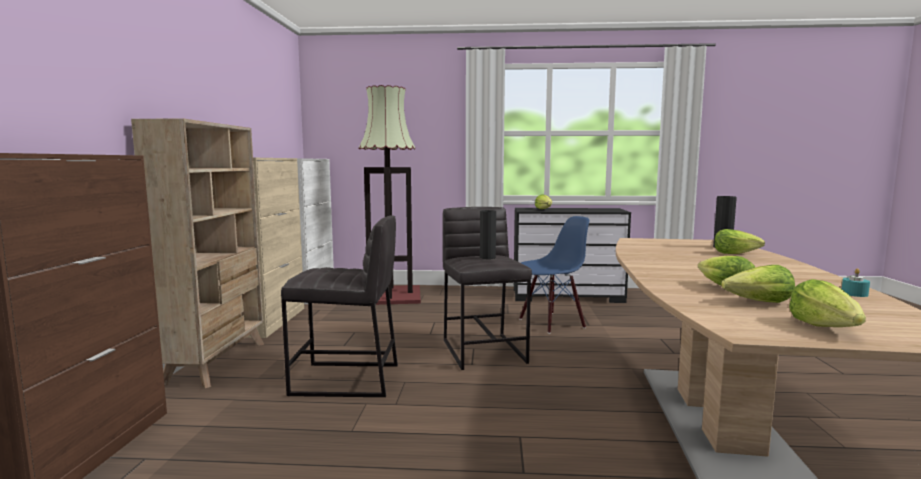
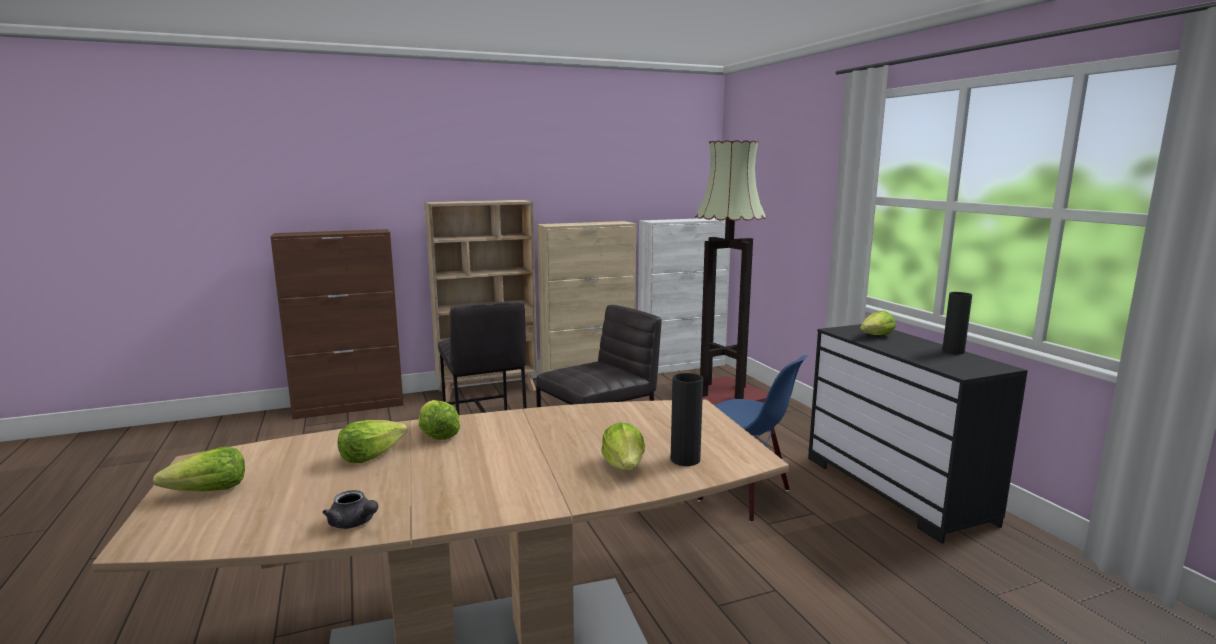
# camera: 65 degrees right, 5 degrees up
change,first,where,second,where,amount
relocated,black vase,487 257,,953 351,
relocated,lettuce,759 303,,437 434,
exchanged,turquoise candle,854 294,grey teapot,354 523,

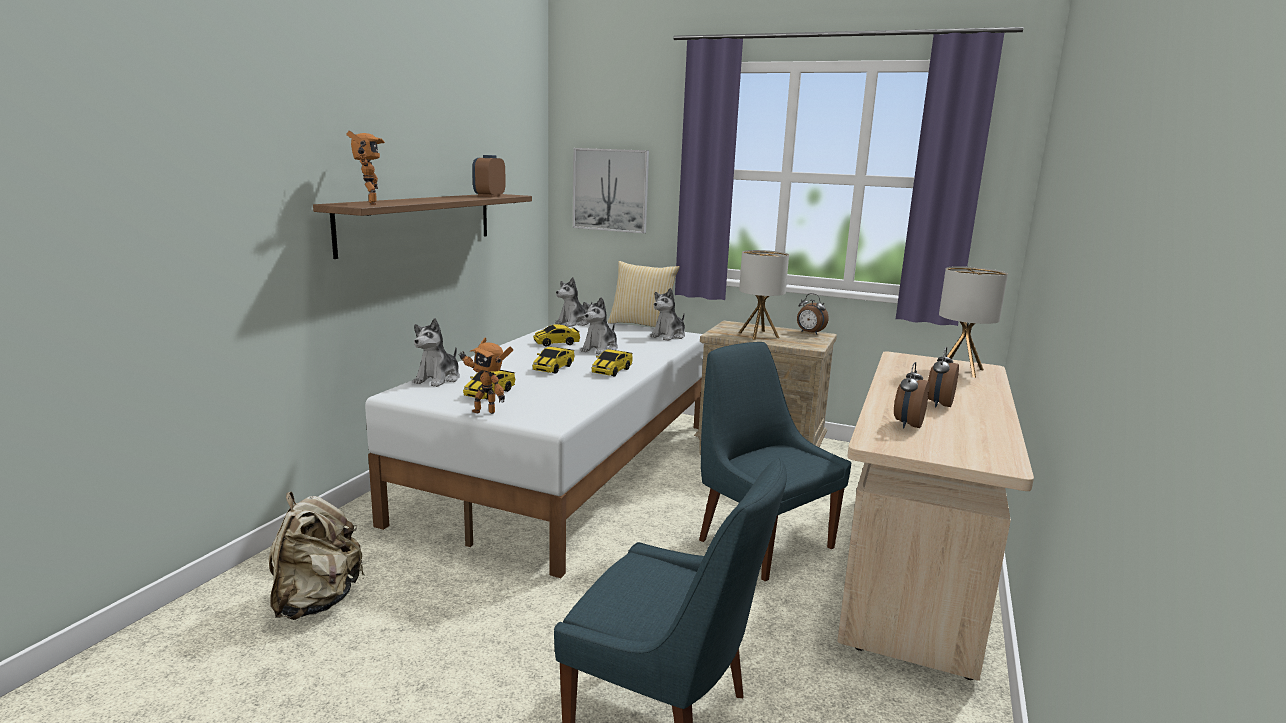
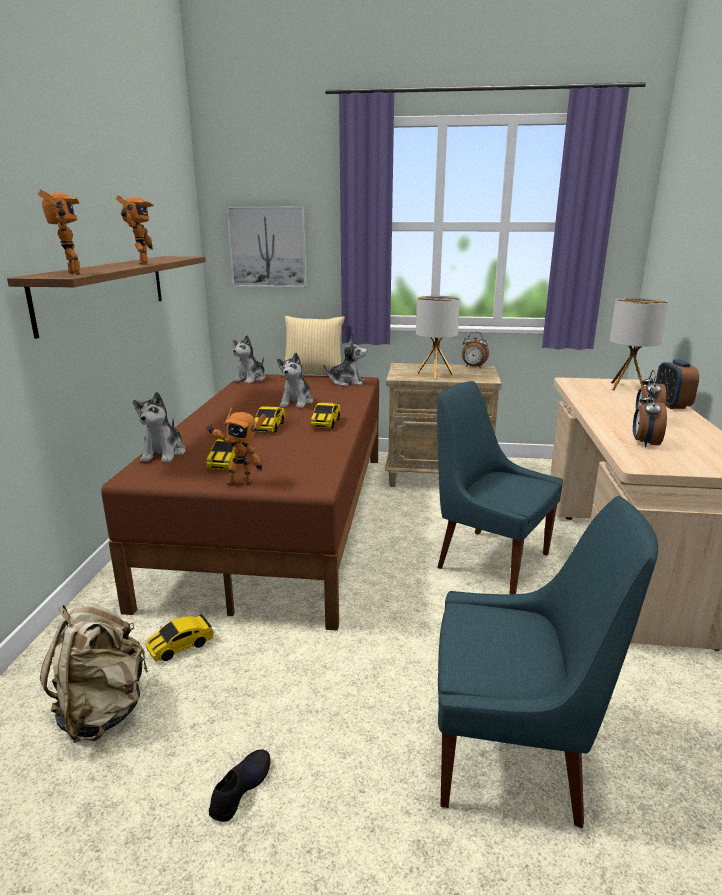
# camera: 15 degrees left, 5 degrees up
change,first,where,second,where,amount
appeared,,,toy robot,140 264,
appeared,,,black shoe,240 788,
relocated,alarm clock,489 196,,671 405,
relocated,toy car,556 343,,180 646,
colour,white bed,568 468,brown bed,282 519,
spun,plush toy,669 336,,347 382,105 degrees counterclockwise

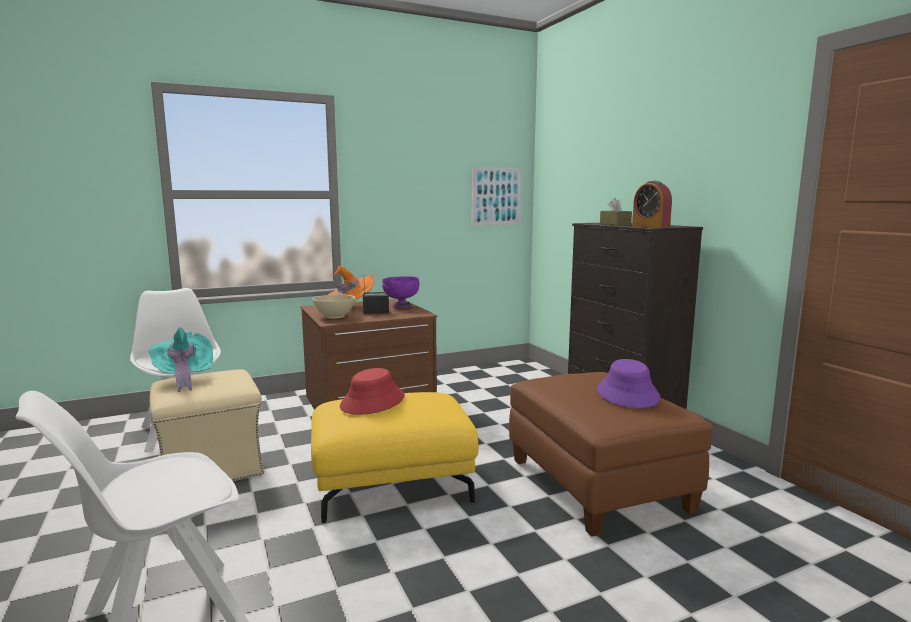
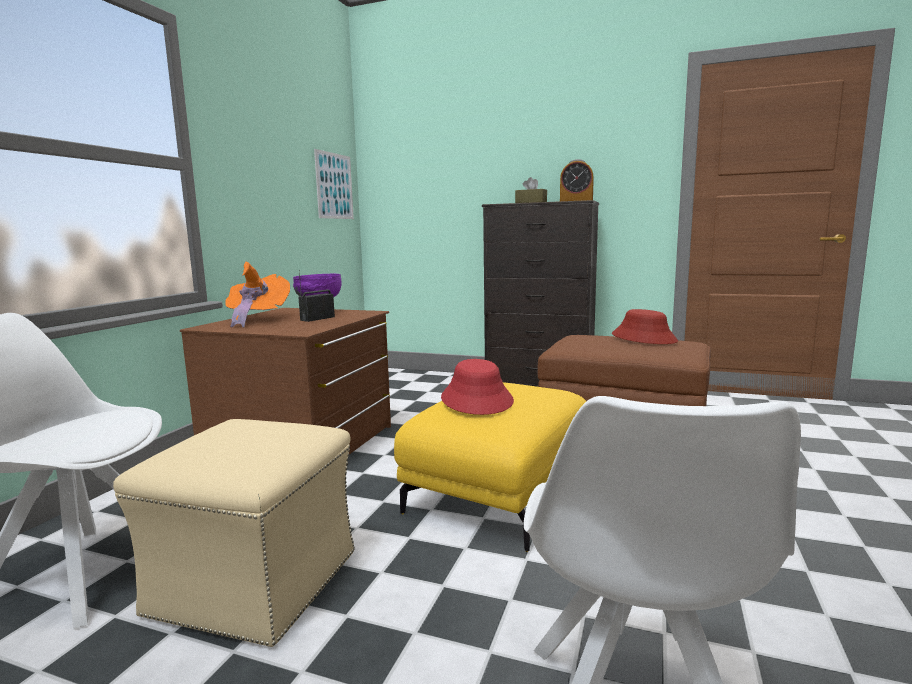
# camera: 45 degrees left, 0 degrees up
change,first,where,second,where,amount
missing,turquoise hat,184 378,,,
missing,beige bowl,334 316,,,
colour,purple hat,628 394,red hat,644 338,

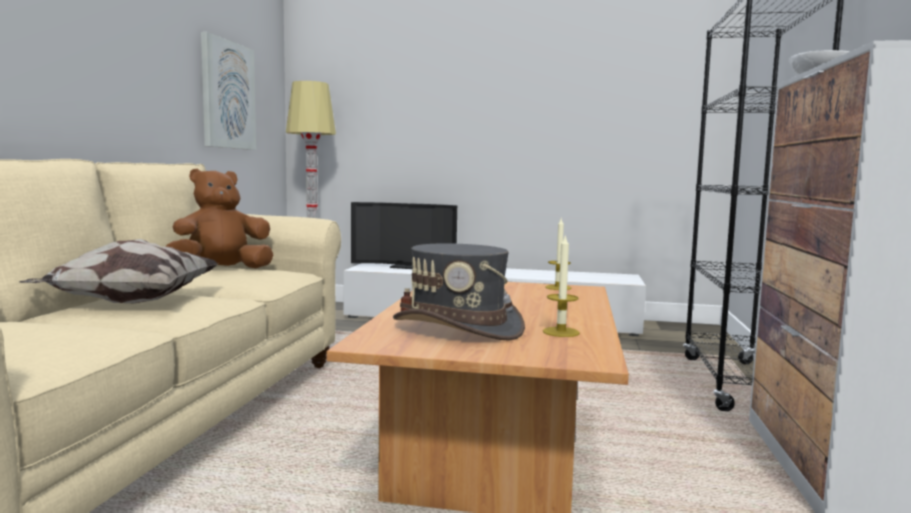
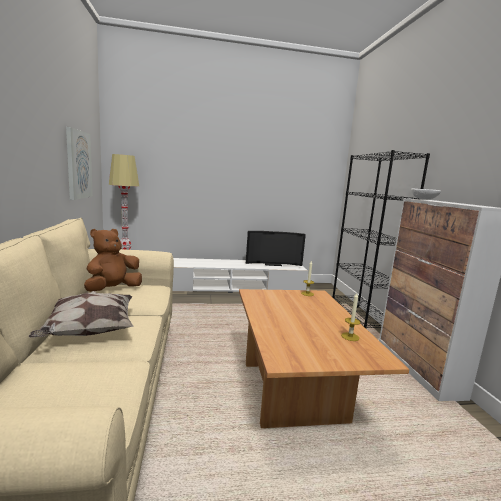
# camera: 20 degrees left, 5 degrees up
change,first,where,second,where,amount
missing,grey hat,458 328,,,
relocated,television,407 267,,272 264,

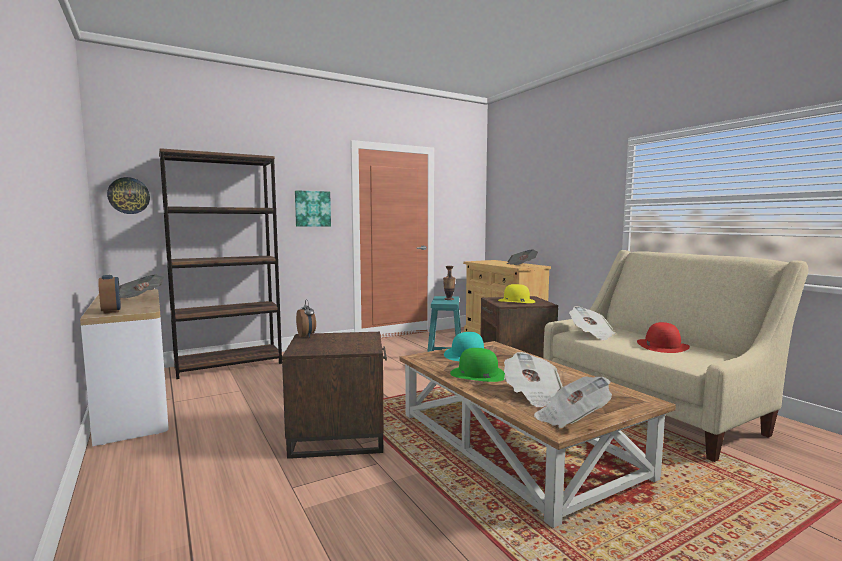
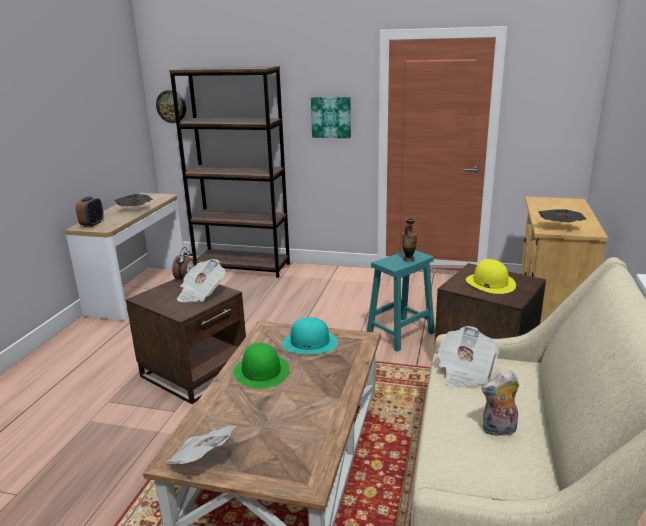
# camera: 45 degrees right, 15 degrees up
change,first,where,second,where,amount
relocated,newspaper,532 395,,201 293,
exchanged,red hat,662 346,plush toy,499 430,

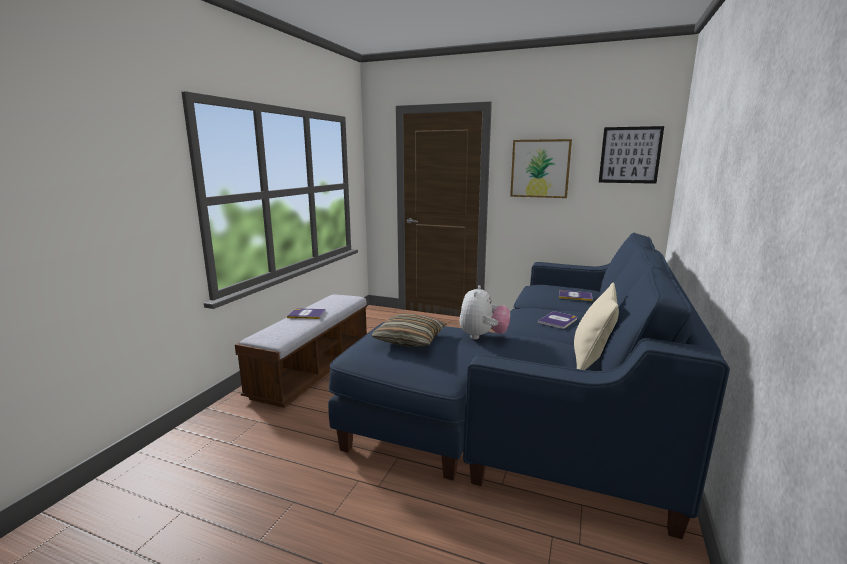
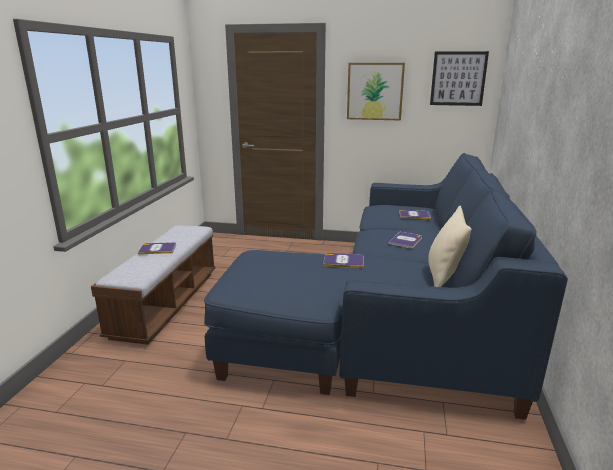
# camera: 10 degrees left, 5 degrees up
change,first,where,second,where,amount
missing,pillow,410 339,,,
exchanged,plush toy,482 336,book,344 261,

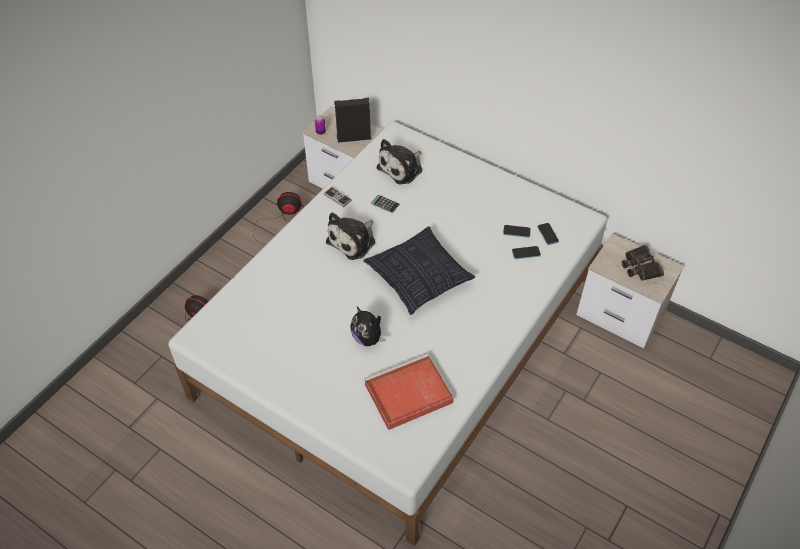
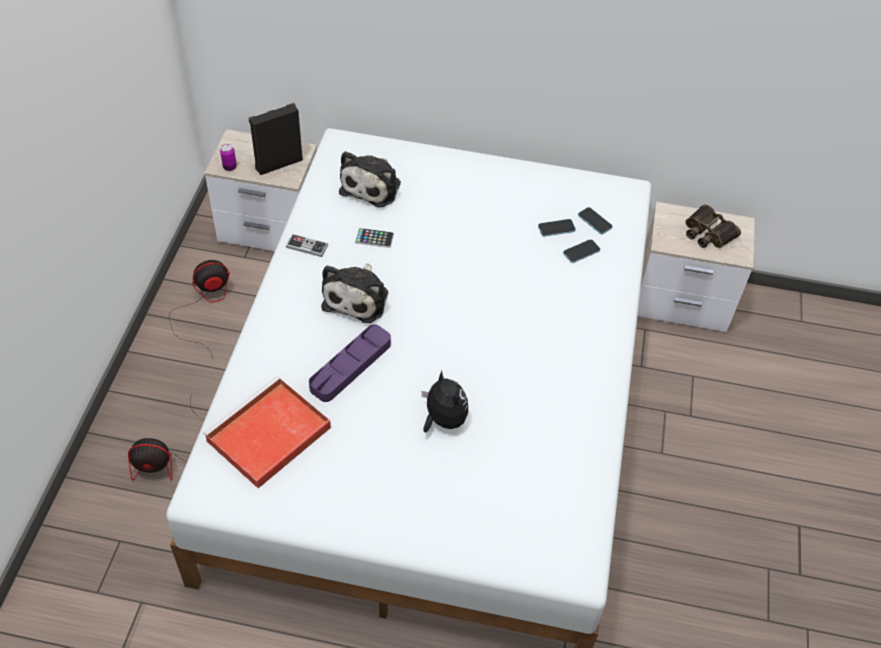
# camera: 25 degrees left, 0 degrees up
change,first,where,second,where,amount
missing,pillow,419 278,,,
appeared,,,purple tray,350 366,
relocated,red tray,407 394,,267 436,
spun,plush toy,368 338,,443 420,150 degrees counterclockwise

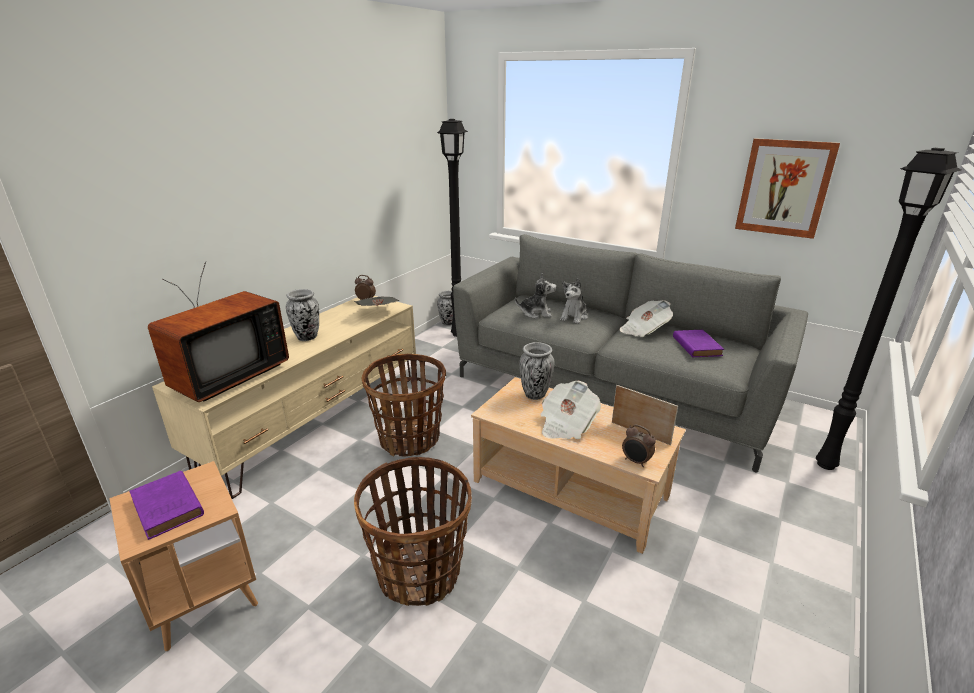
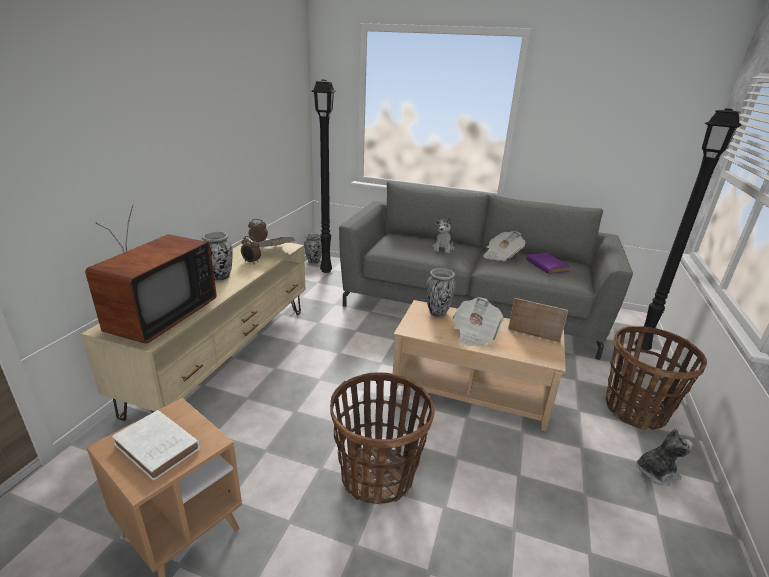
# camera: 15 degrees left, 0 degrees up
change,first,where,second,where,amount
missing,picture,784 188,,,
relocated,basket,409 439,,635 410,
relocated,plush toy,536 313,,655 472,
relocated,alarm clock,636 461,,251 262,
colour,purple book,168 508,white book,158 448,

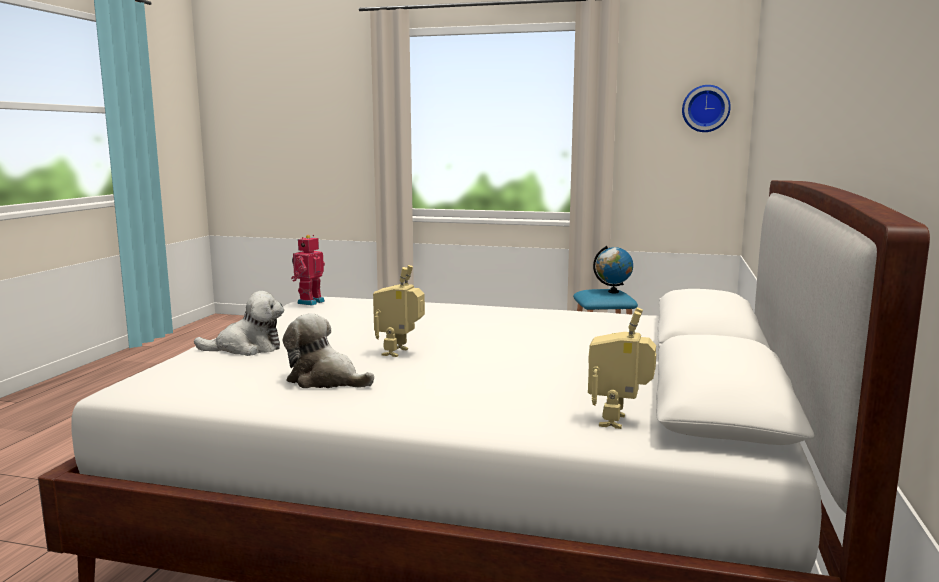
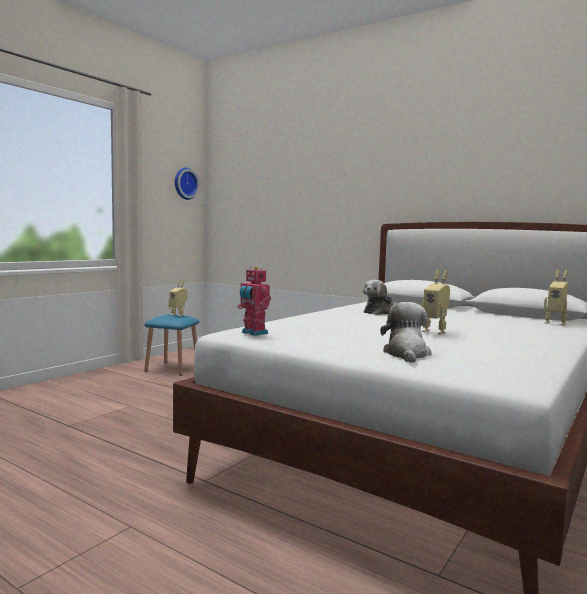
# camera: 70 degrees left, 5 degrees down
change,first,where,second,where,amount
relocated,plush toy,325 380,,379 312,
exchanged,globe,613 292,toy robot,178 315,

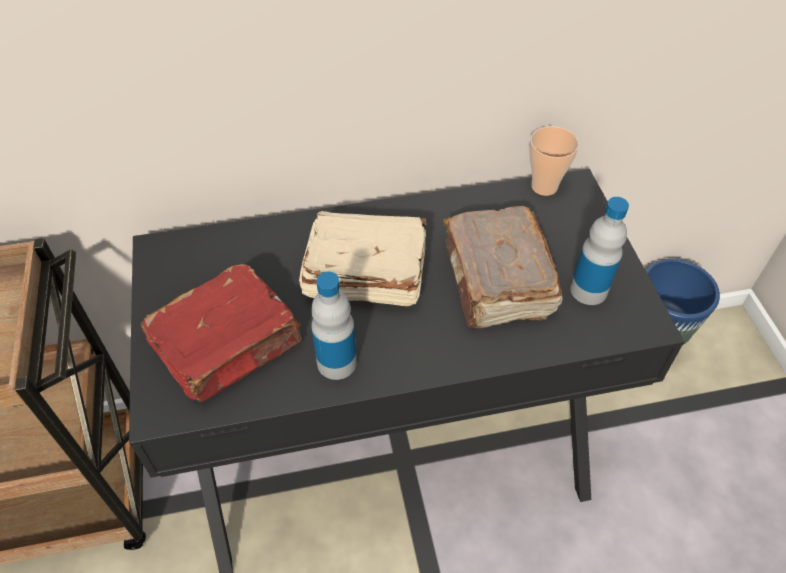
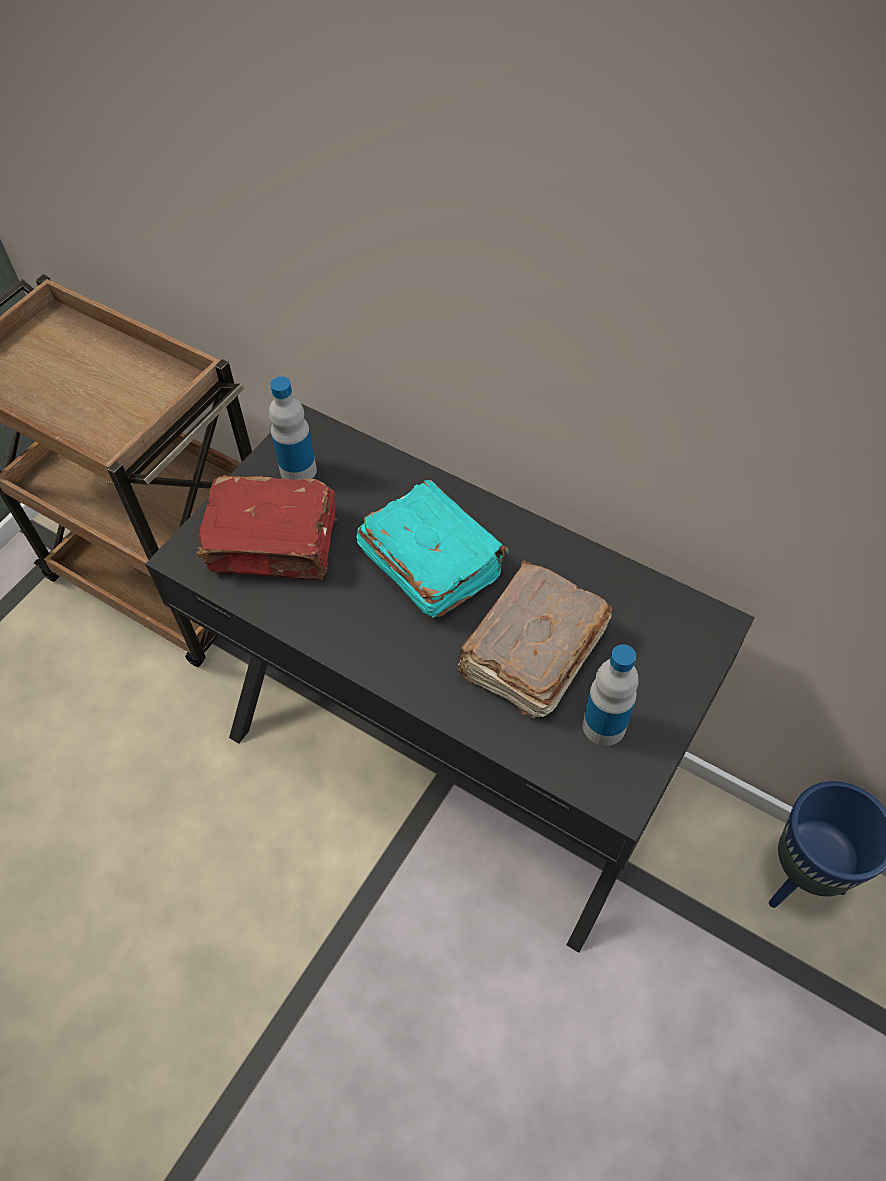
# camera: 45 degrees right, 5 degrees up
change,first,where,second,where,amount
missing,cup,544 186,,,
relocated,bottle,336 362,,298 470,
colour,beige book,363 273,turquoise book,431 561,

